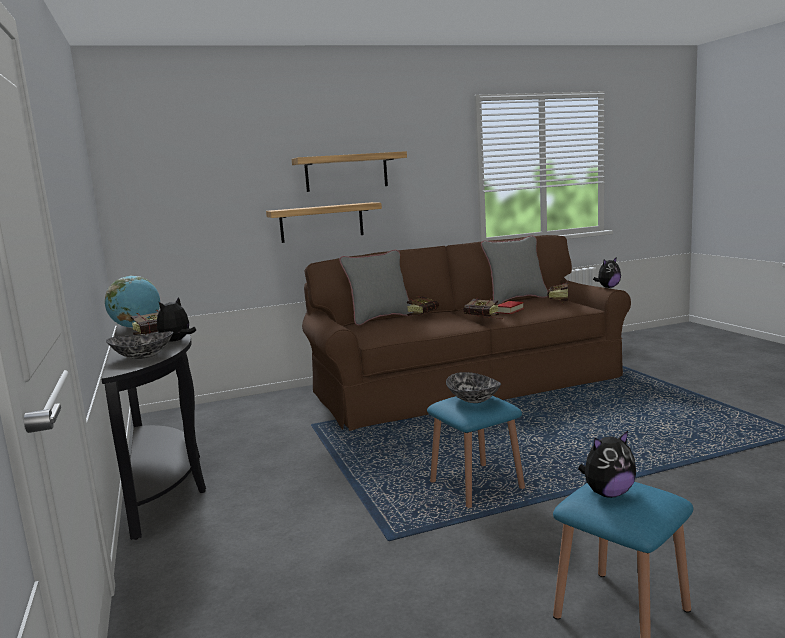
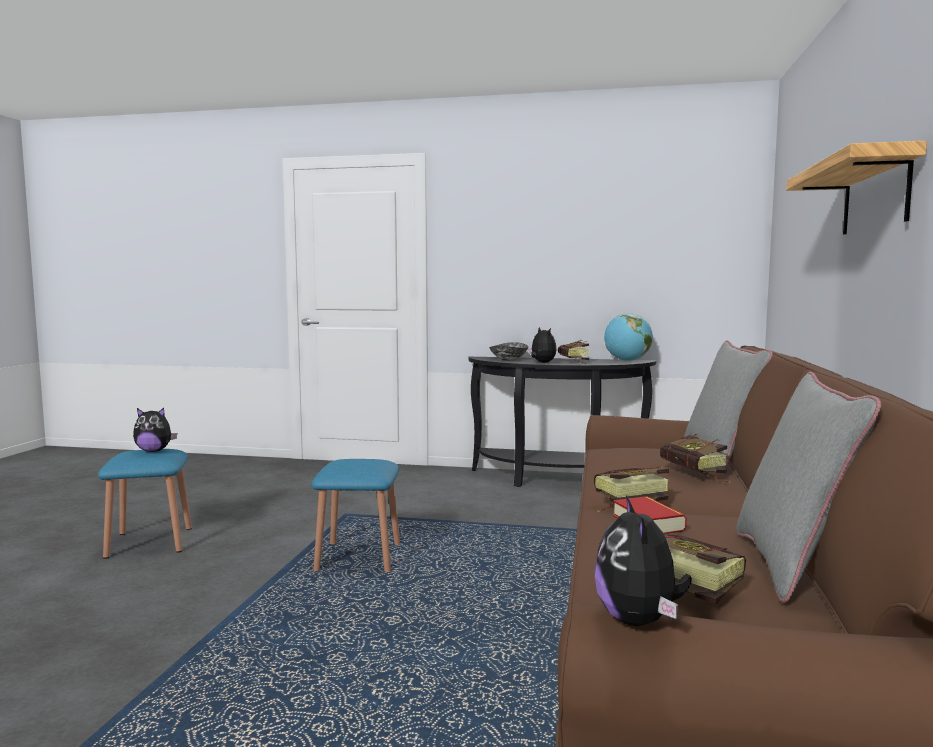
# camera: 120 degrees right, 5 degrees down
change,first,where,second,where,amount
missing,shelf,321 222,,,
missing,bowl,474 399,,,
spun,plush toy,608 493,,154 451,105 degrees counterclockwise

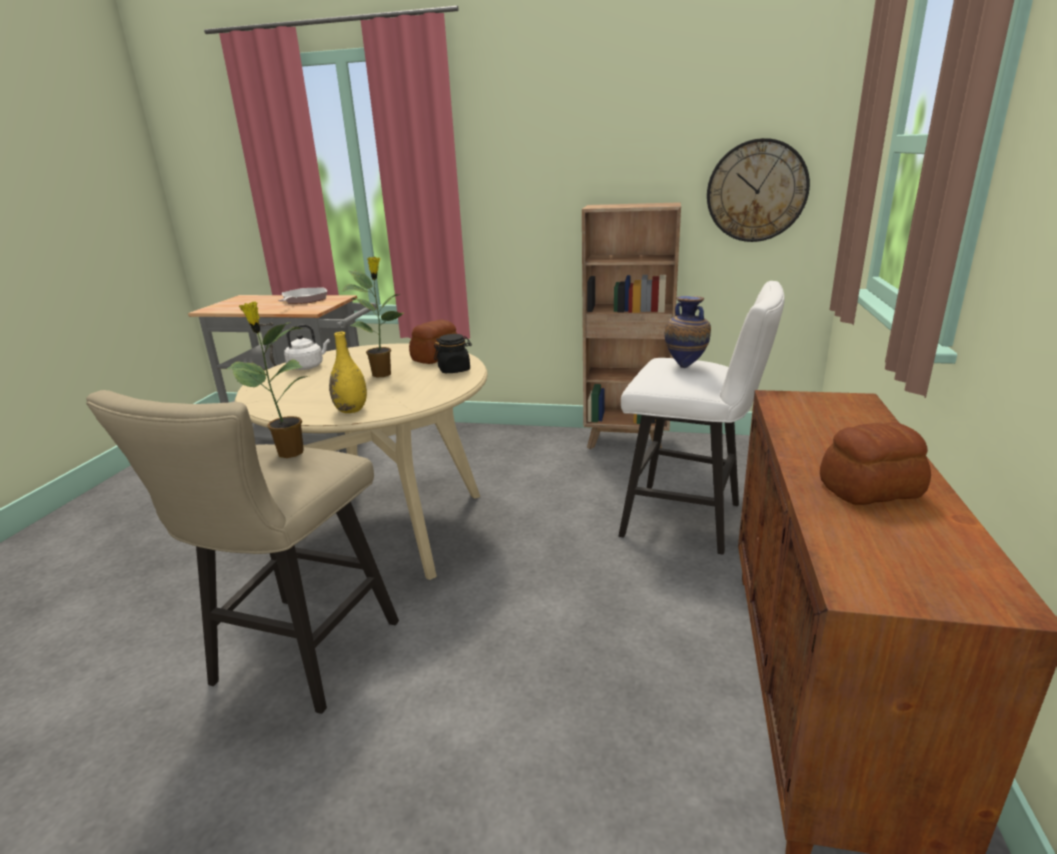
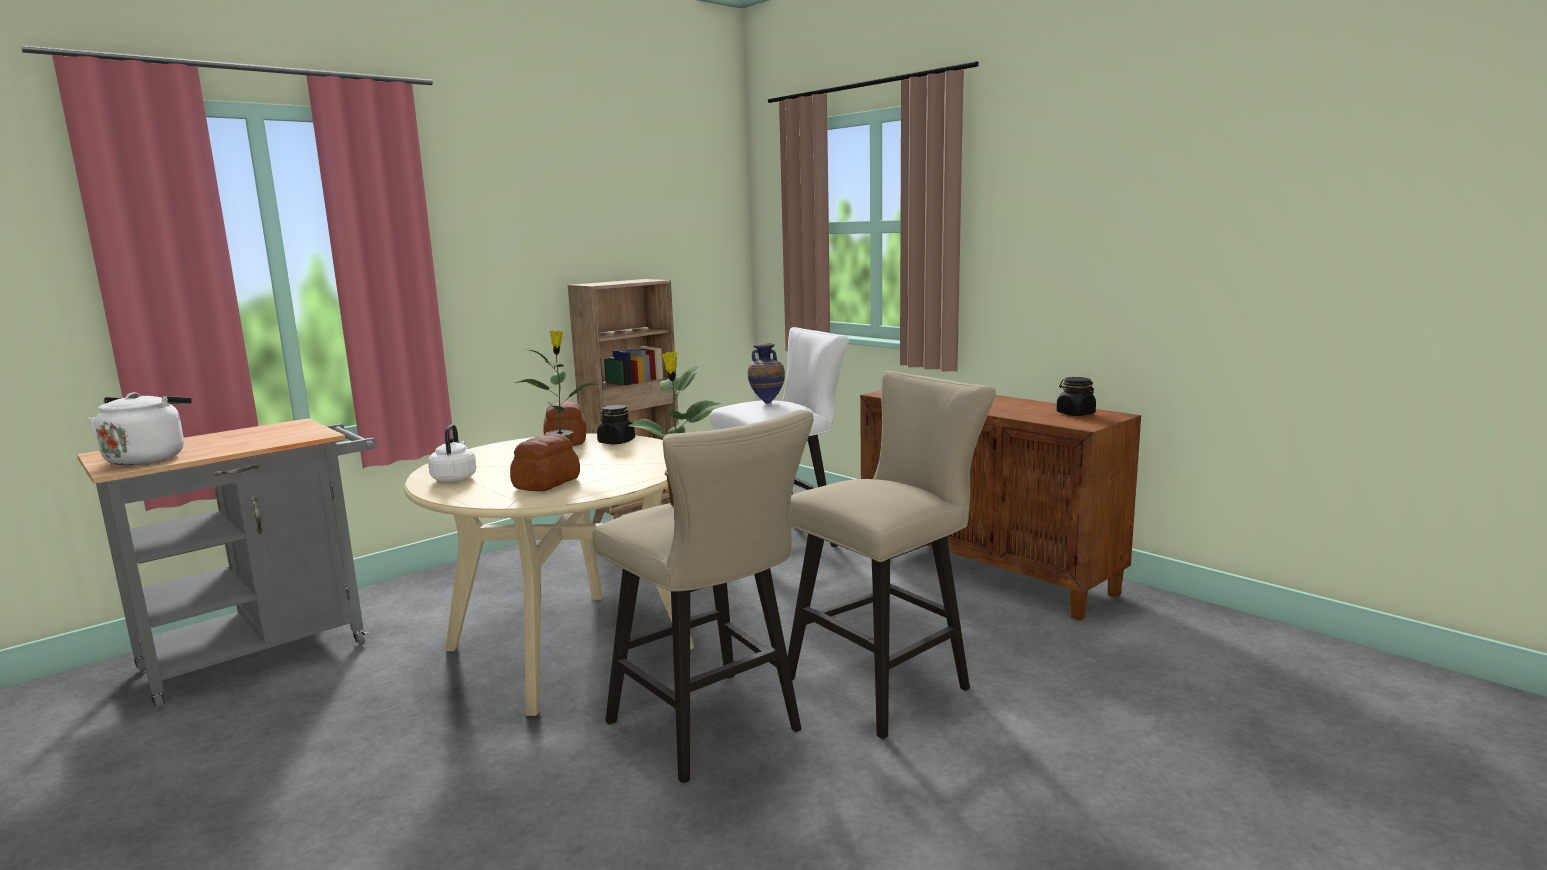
# camera: 55 degrees left, 10 degrees down
change,first,where,second,where,amount
missing,frying pan,303 300,,,
missing,yellow vase,351 410,,,
missing,wall clock,756 191,,,
appeared,,,white kettle,148 458,
appeared,,,beige stool,887 681,
appeared,,,black jar,1075 414,
relocated,bread,872 490,,548 483,

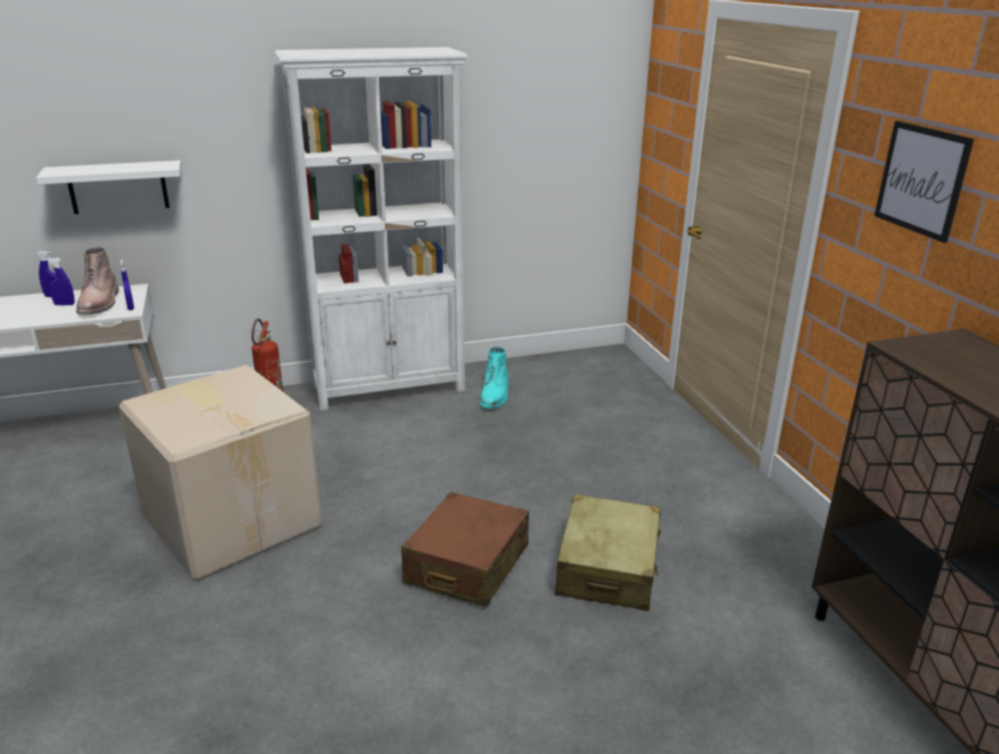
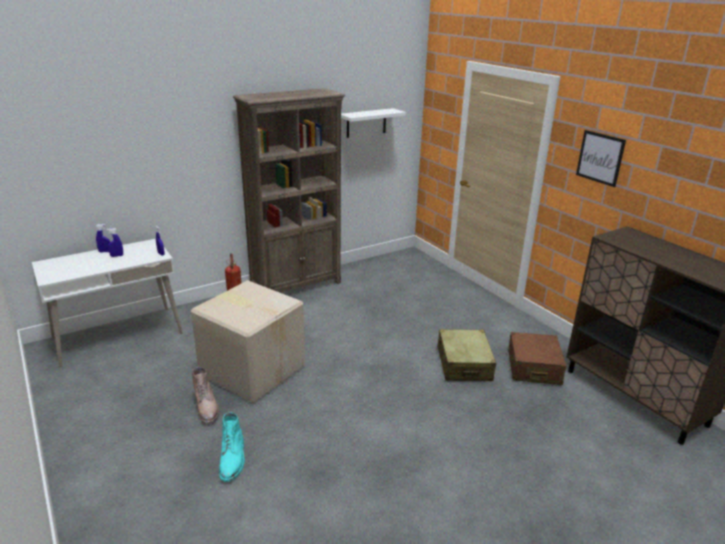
# camera: 15 degrees left, 0 degrees up
change,first,where,second,where,amount
relocated,white shelf,118 187,,366 123,
relocated,brown boot,100 303,,207 407,
relocated,brown suitcase,467 565,,533 367,
relocated,turquoise boot,495 396,,233 459,
colour,white bookcase,390 387,brown bookcase,297 286,

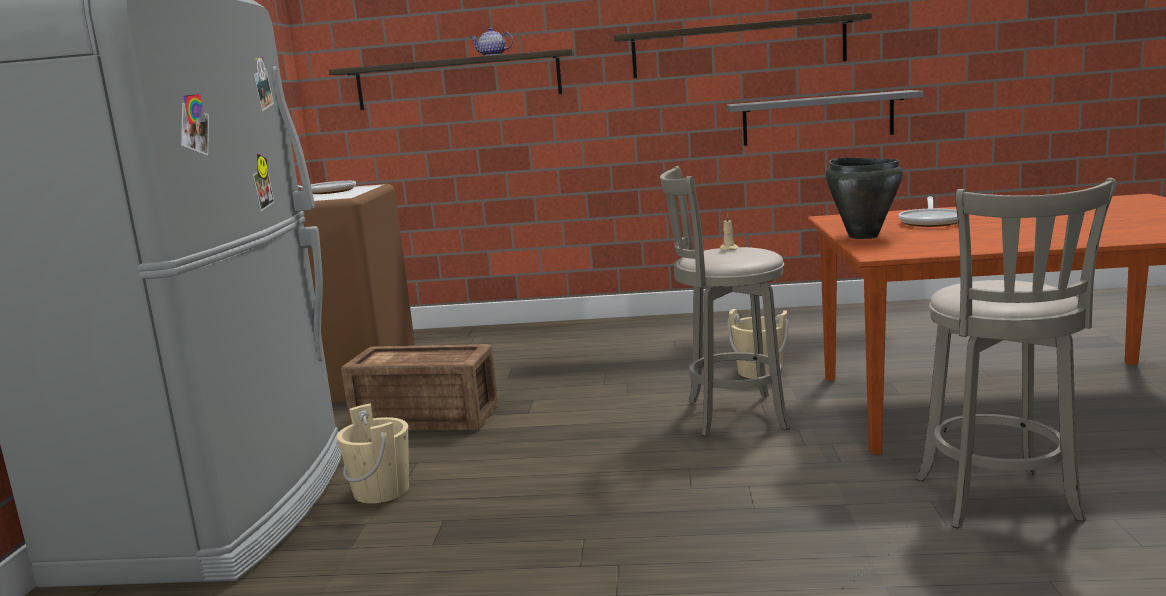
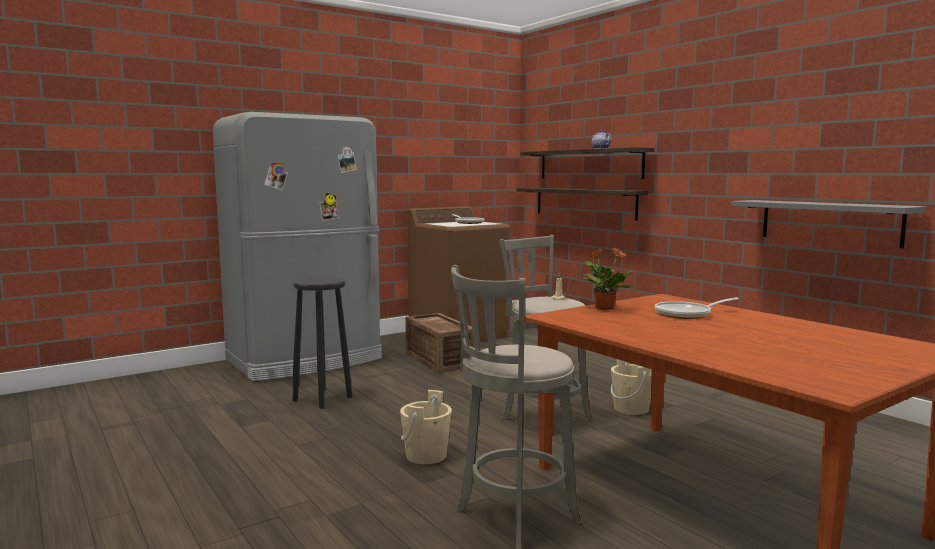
# camera: 50 degrees right, 5 degrees down
change,first,where,second,where,amount
appeared,,,black stool,323 398,
relocated,beige bucket,381 491,,426 455,
relocated,shelf,738 47,,584 202,
exchanged,black cooking pot,863 236,potted plant,604 308,

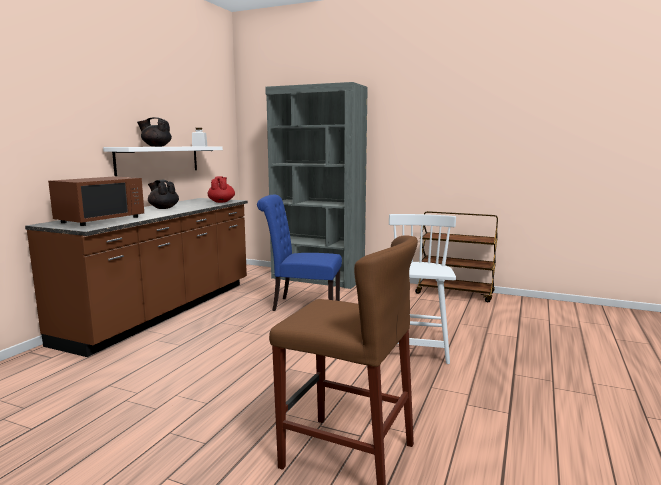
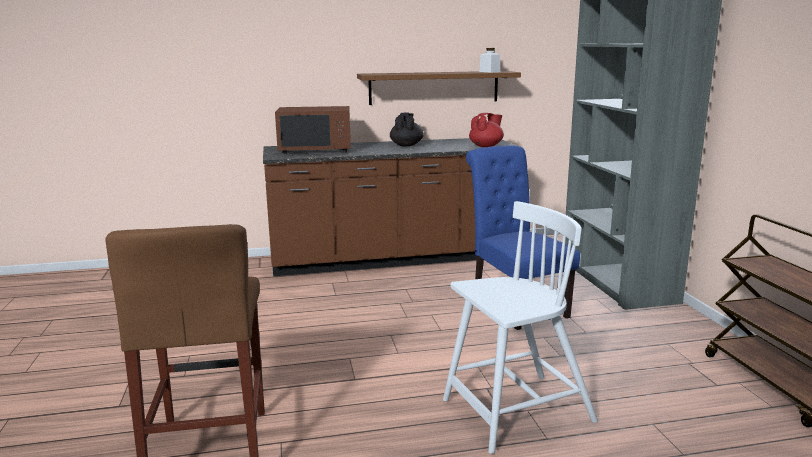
# camera: 55 degrees right, 5 degrees up
change,first,where,second,where,amount
missing,black teapot,156 146,,,
colour,white shelf,158 159,brown shelf,434 87,

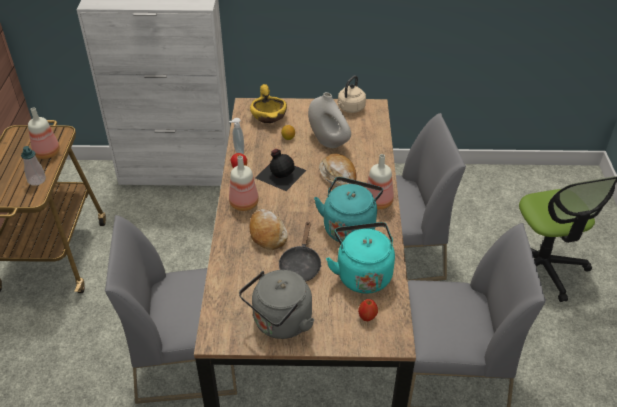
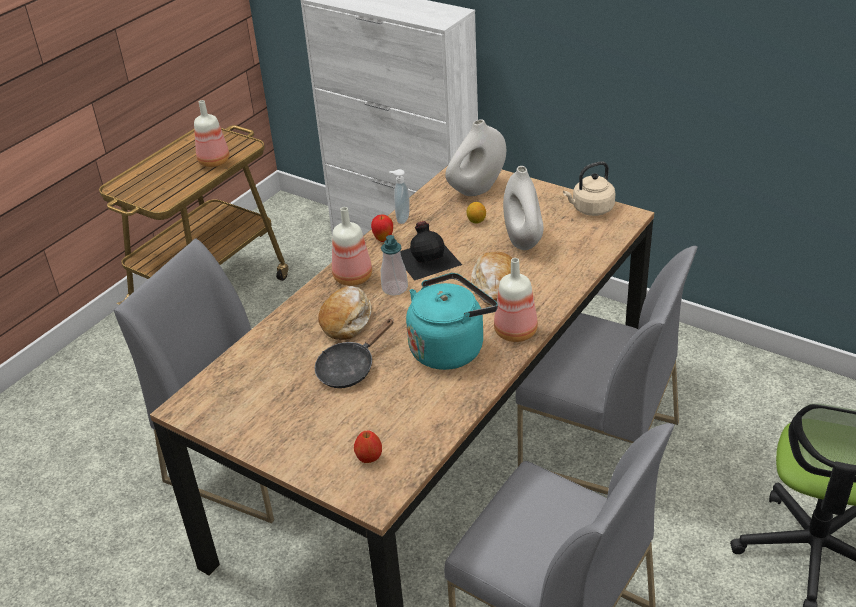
# camera: 35 degrees right, 5 degrees down
change,first,where,second,where,amount
missing,grey kettle,280 323,,,
missing,turquoise kettle,362 274,,,
relocated,soap dispenser,37 180,,394 288,
exchanged,yellow bowl,269 116,white vase,477 189,

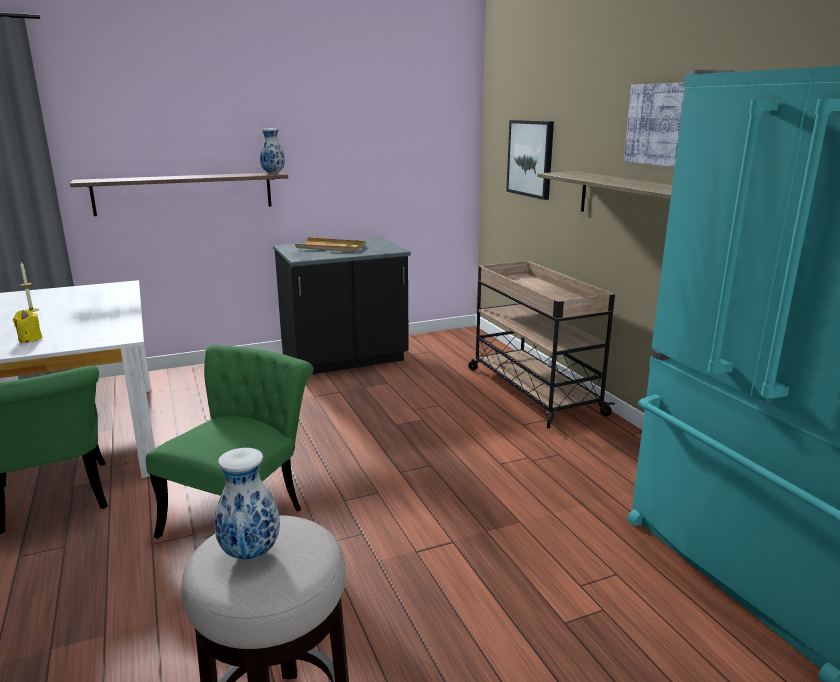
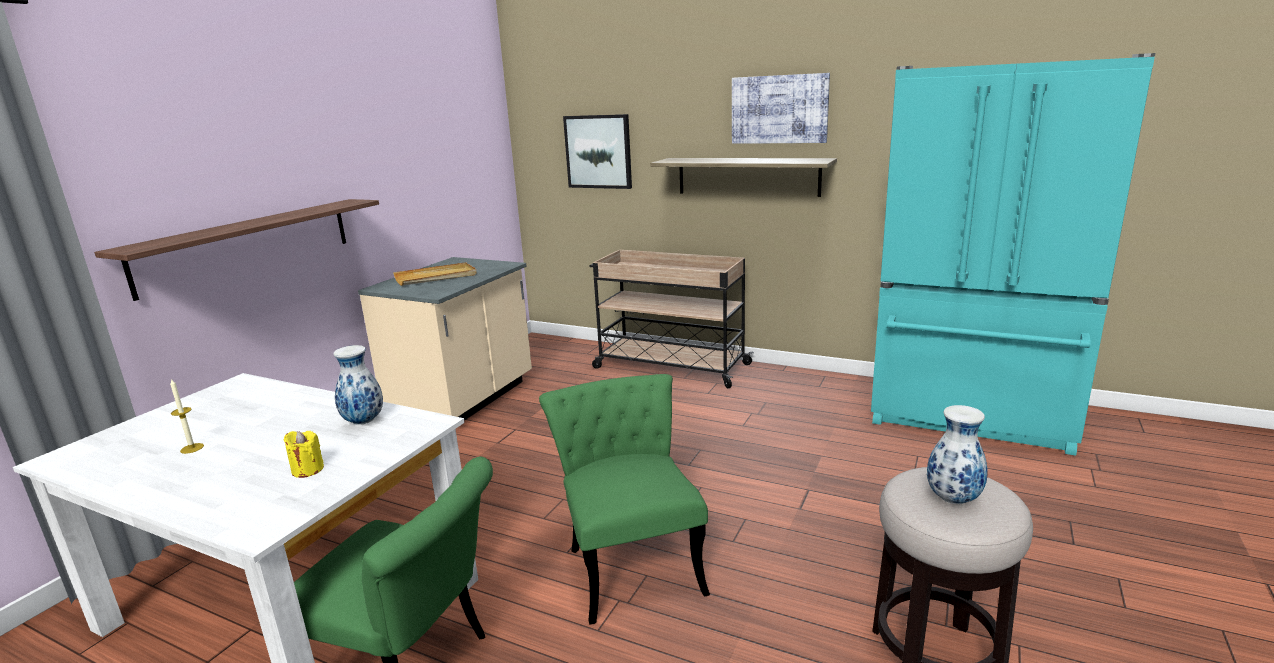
# camera: 40 degrees left, 0 degrees up
change,first,where,second,where,amount
relocated,vase,273 173,,364 421,
colour,black counter,345 360,beige counter,464 402,

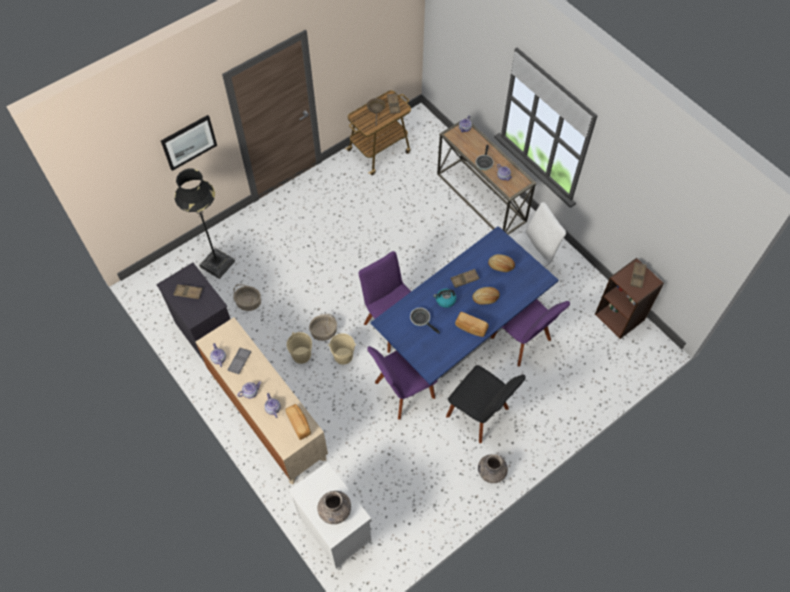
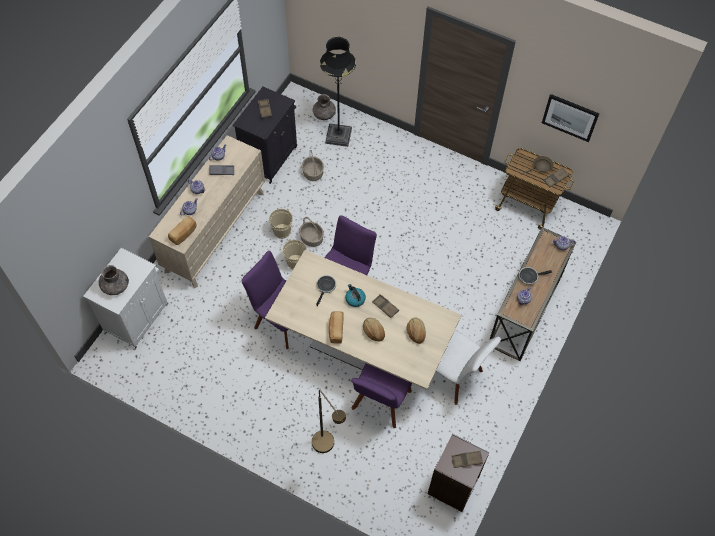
# camera: 65 degrees right, 0 degrees up
change,first,where,second,where,amount
missing,black chair,480 414,,,
appeared,,,brown floor lamp,327 447,
relocated,picture,189 142,,570 117,
relocated,grey vase,491 471,,324 114,
colour,blue dining table,461 334,beige dining table,362 347,

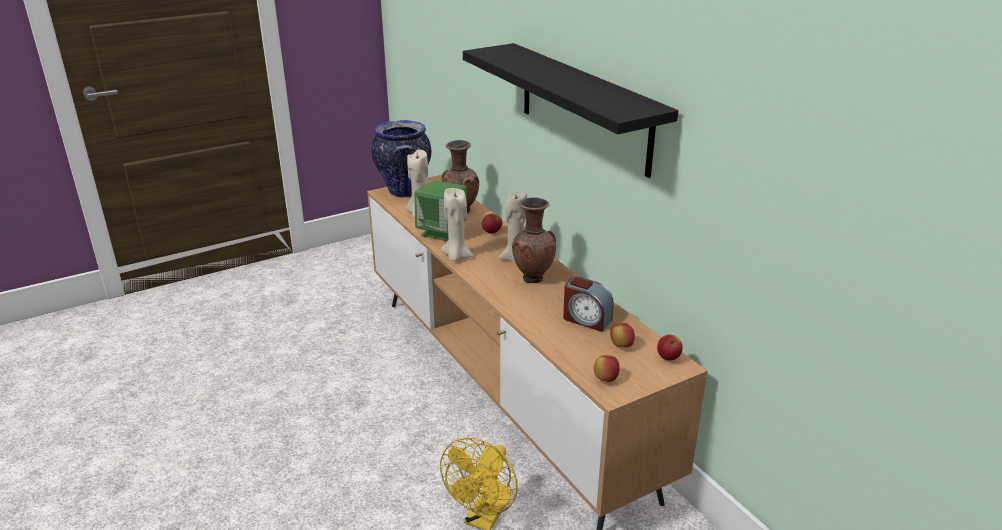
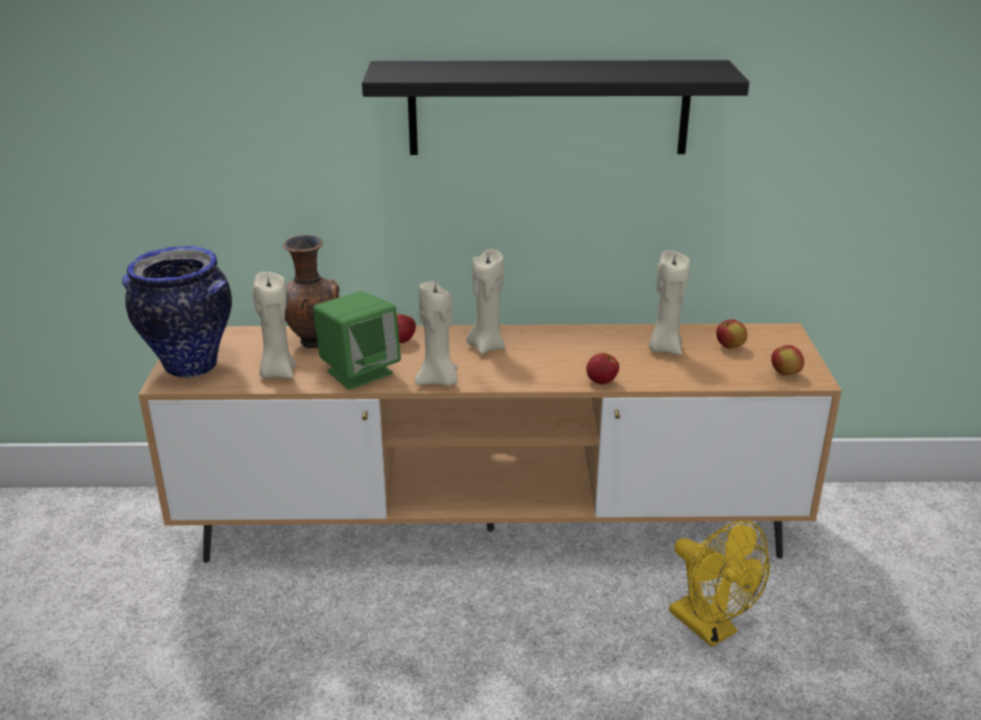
# camera: 60 degrees left, 0 degrees up
change,first,where,second,where,amount
missing,brown vase,532 278,,,
relocated,apple,668 358,,601 381,
exchanged,alarm clock,586 319,beige candle,664 348,

